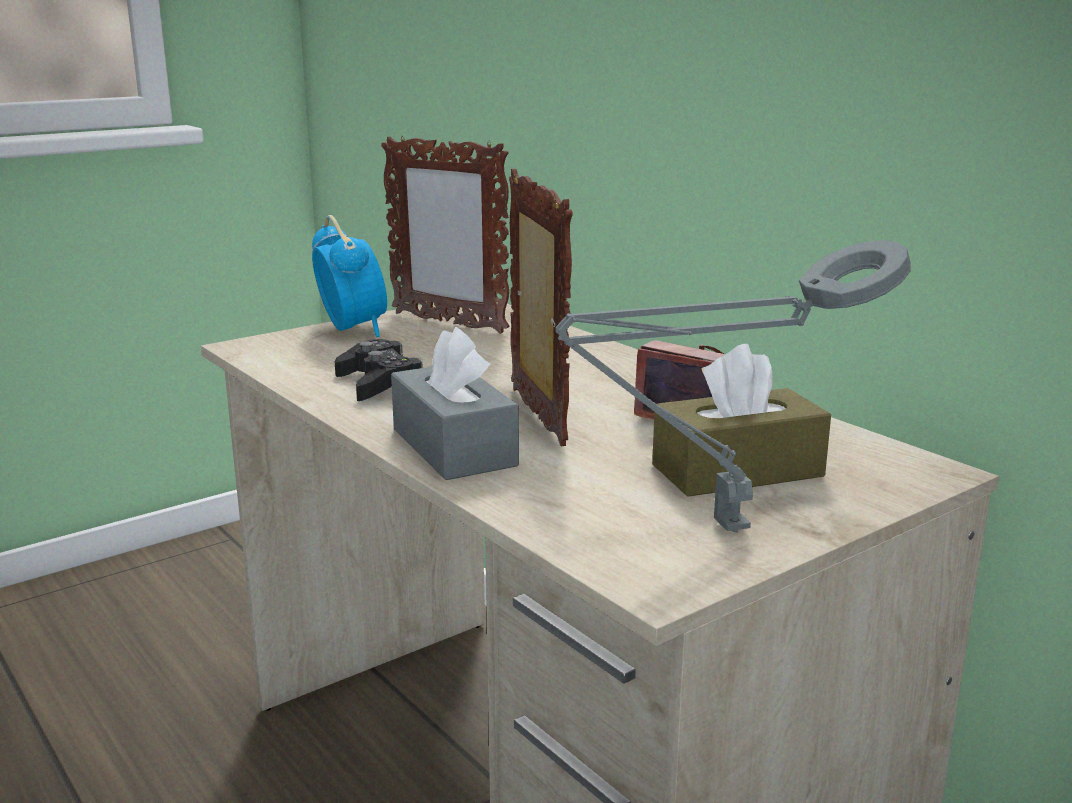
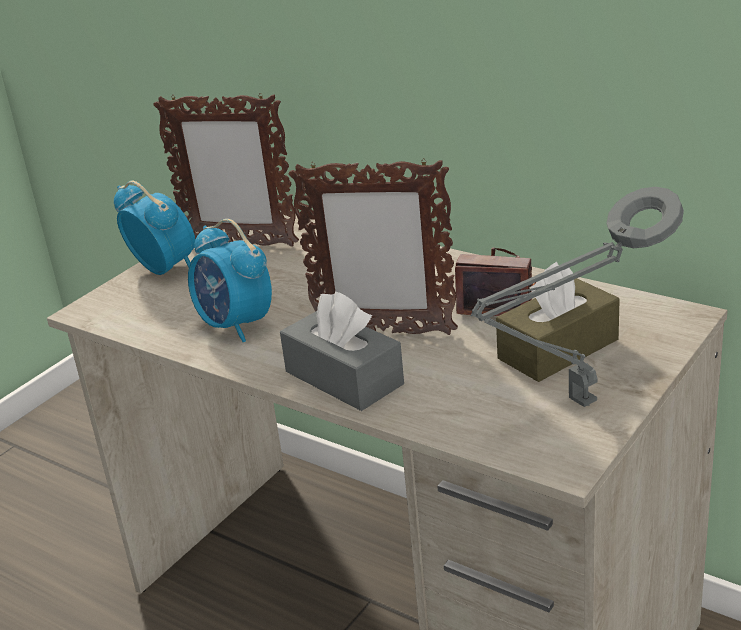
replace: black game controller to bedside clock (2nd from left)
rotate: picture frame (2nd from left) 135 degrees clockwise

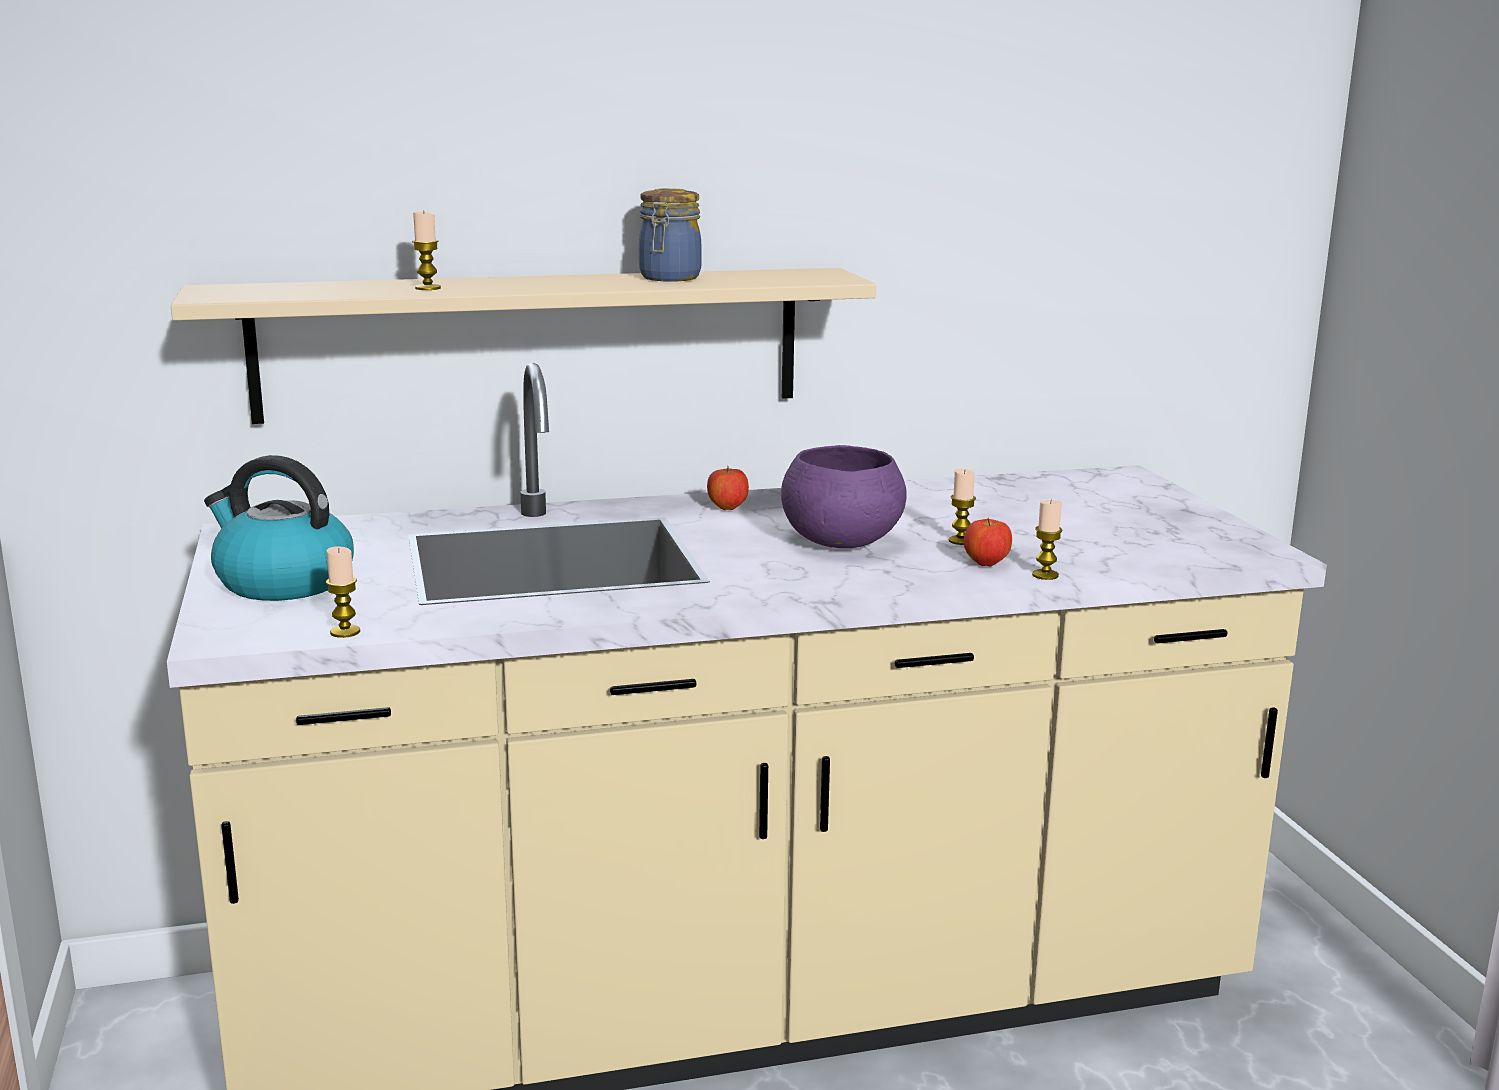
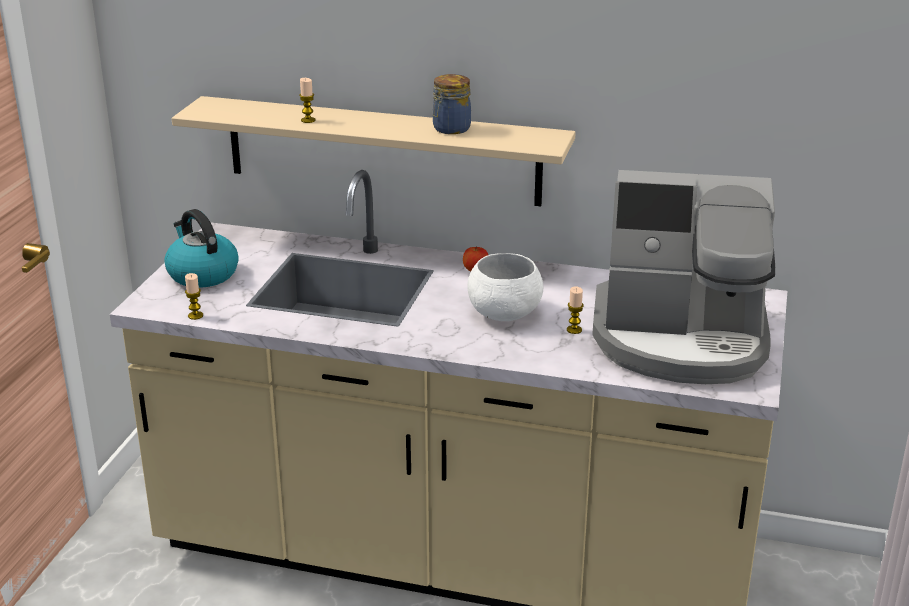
delete: apple (2nd from left); wax light (4th from left)
insert: coffee maker
recolor: purplish bowl to white bowl

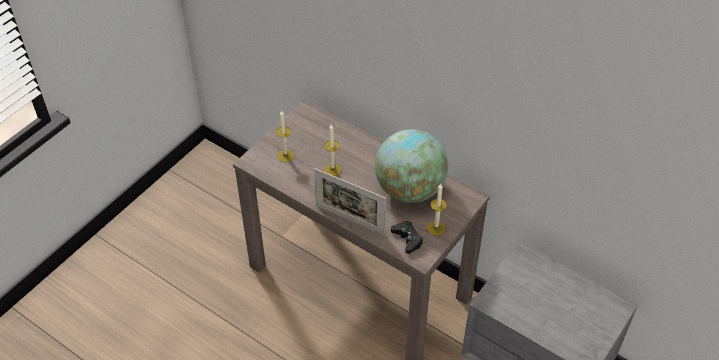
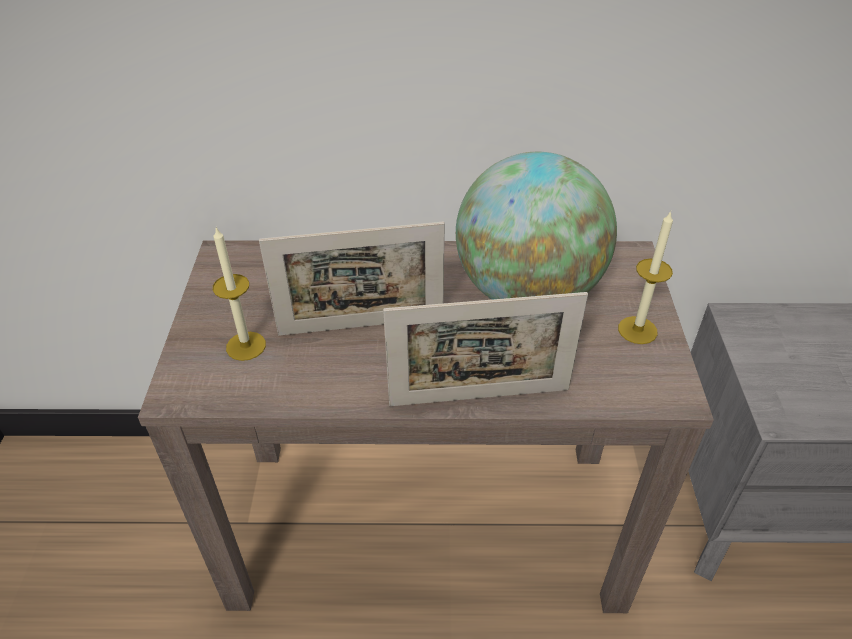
delete: black game controller
replace: wax light (2nd from left) to picture frame (1st from left)

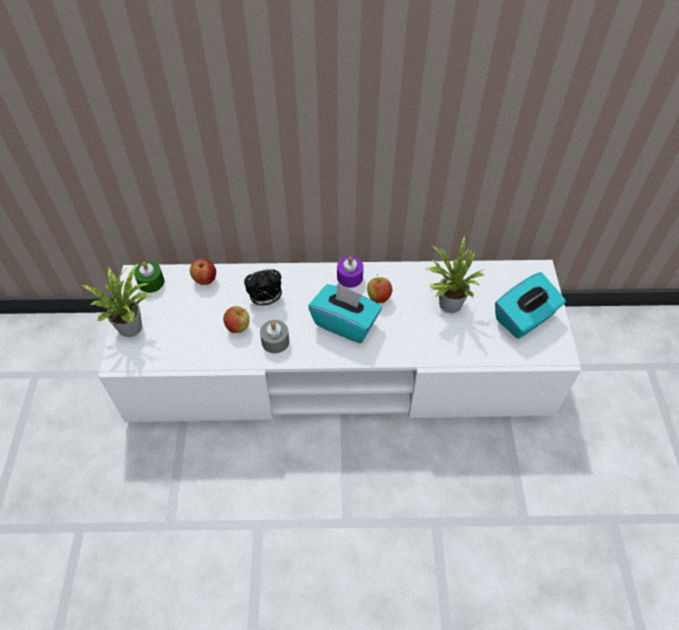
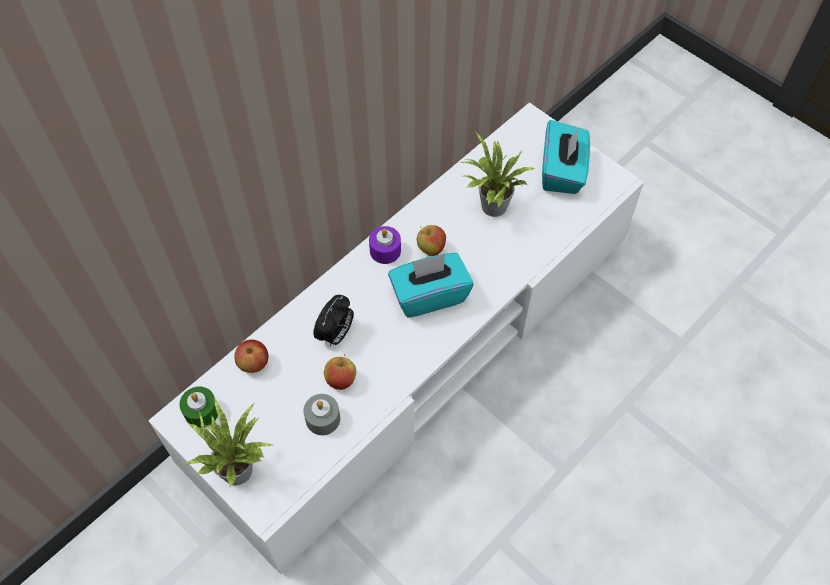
move: gray wax light

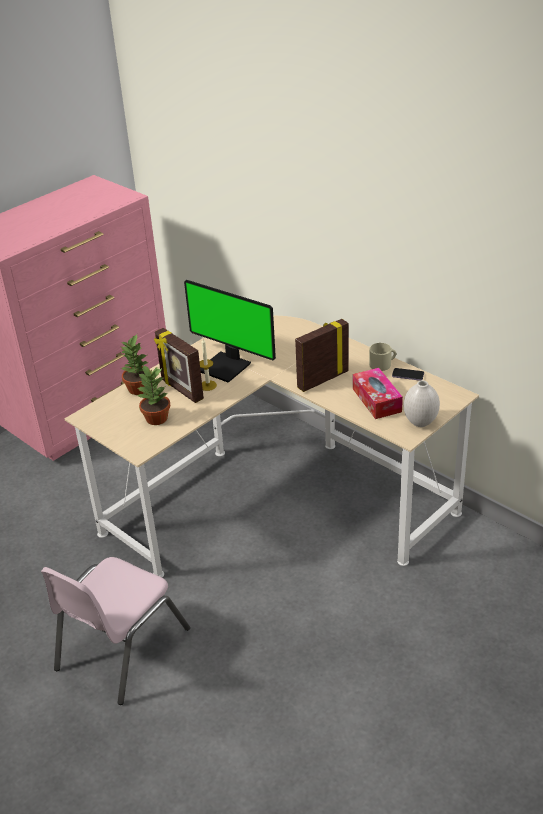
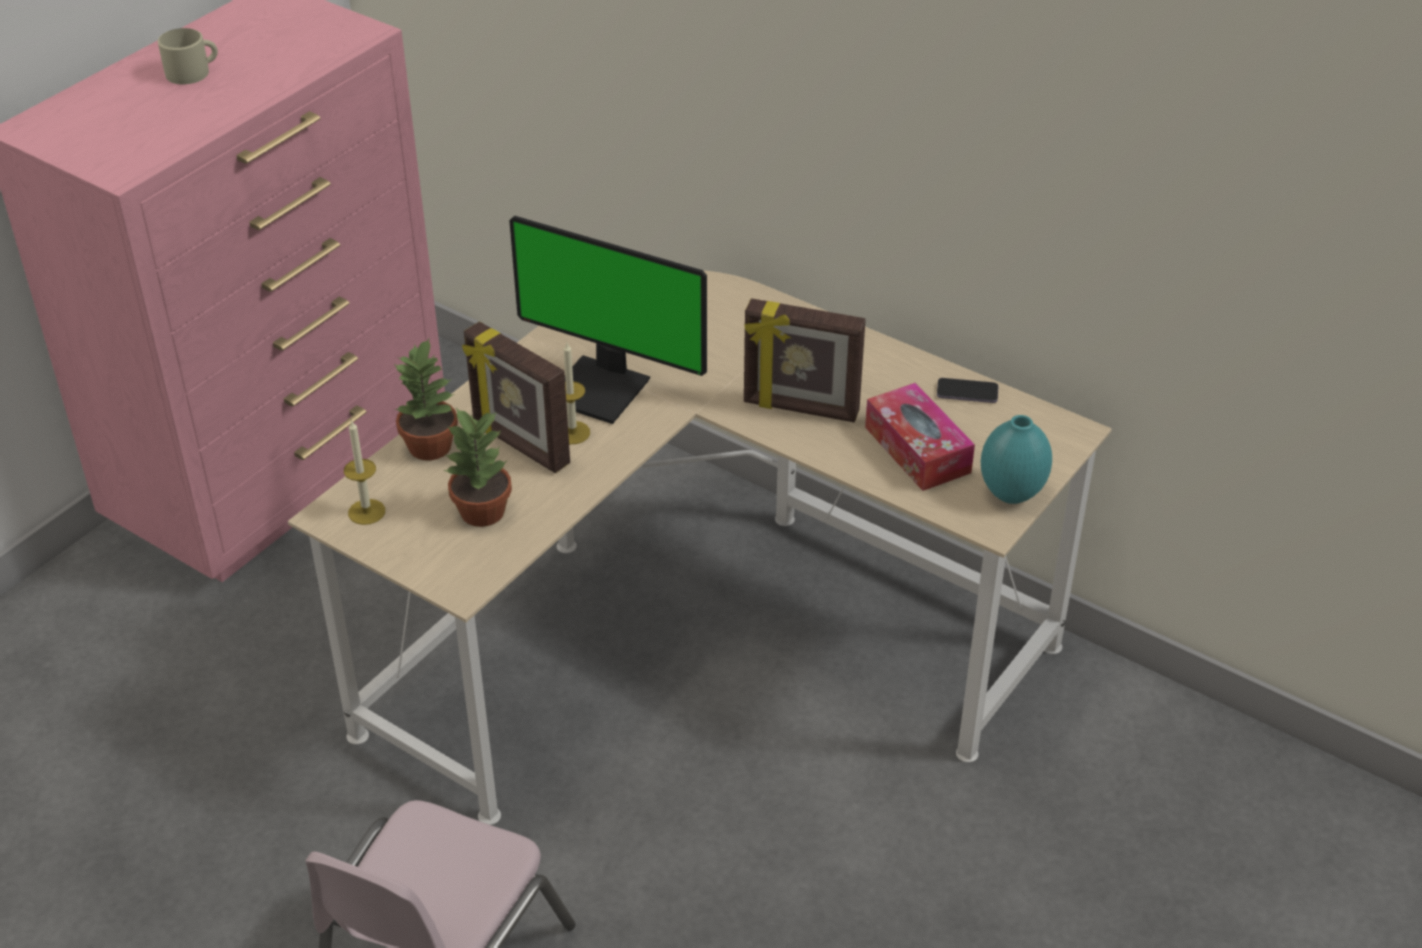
insert: wax light (1st from left)
move: beige mug
recolor: white vase to blue-green vase
rotate: picture frame (2nd from left) 120 degrees counterclockwise

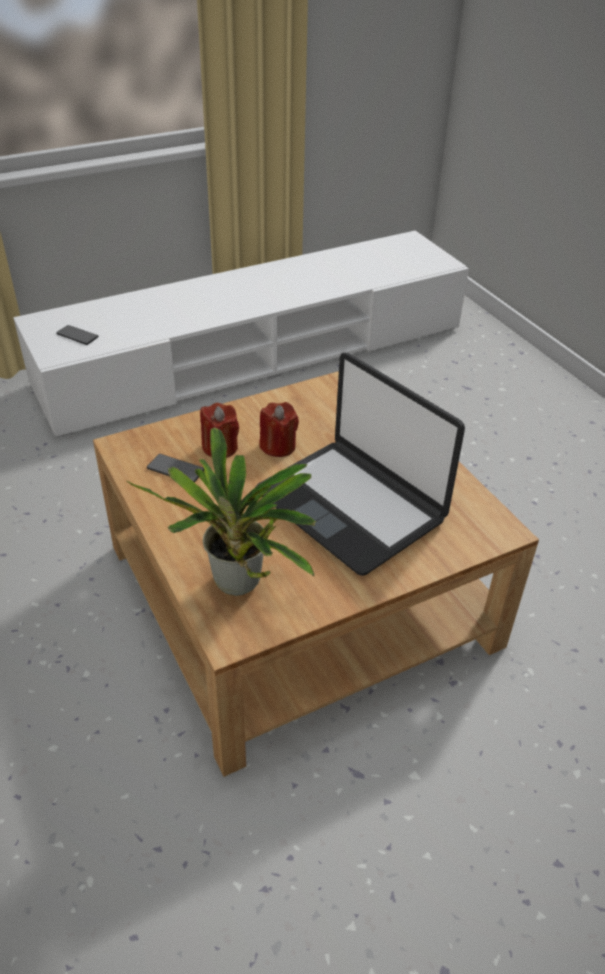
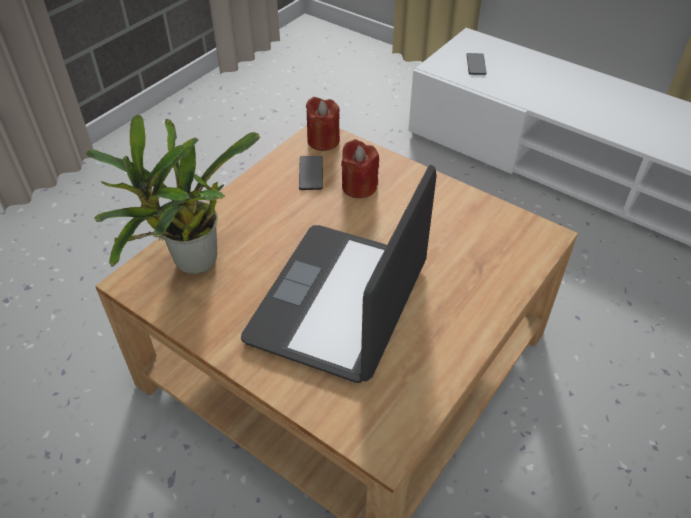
move: red wax light (2nd from left in the first image) to red wax light (1st from left)

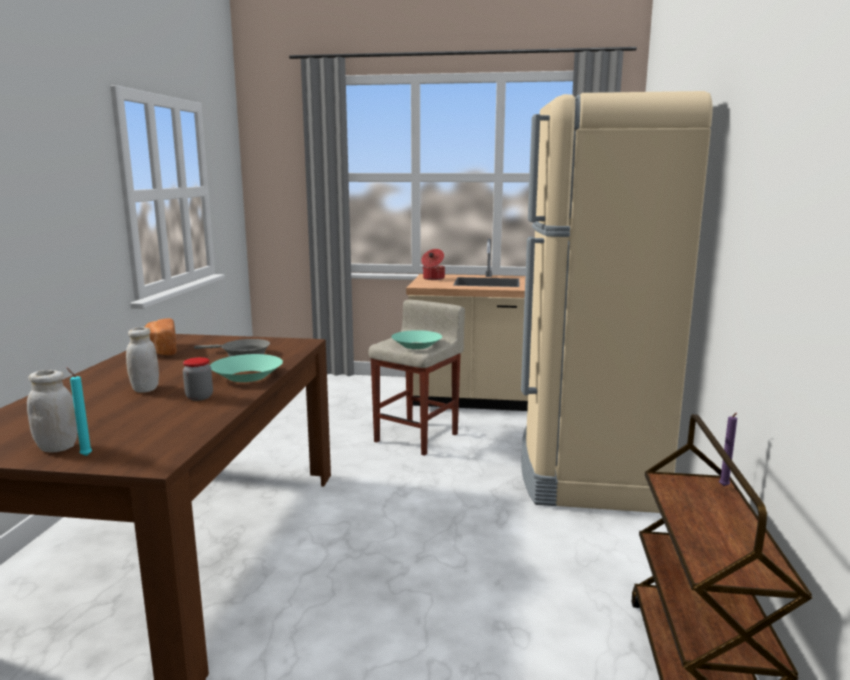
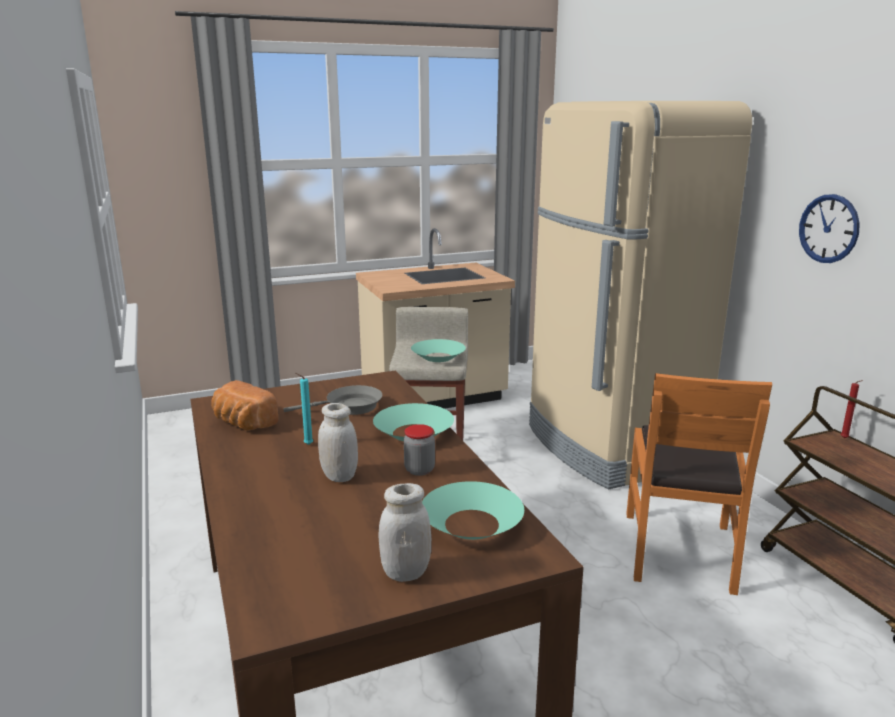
delete: saucepot
insert: blue-green bowl (3rd from left); orange plain chair; wall clock
move: blue-green wax light
recolor: purplish wax light to red wax light

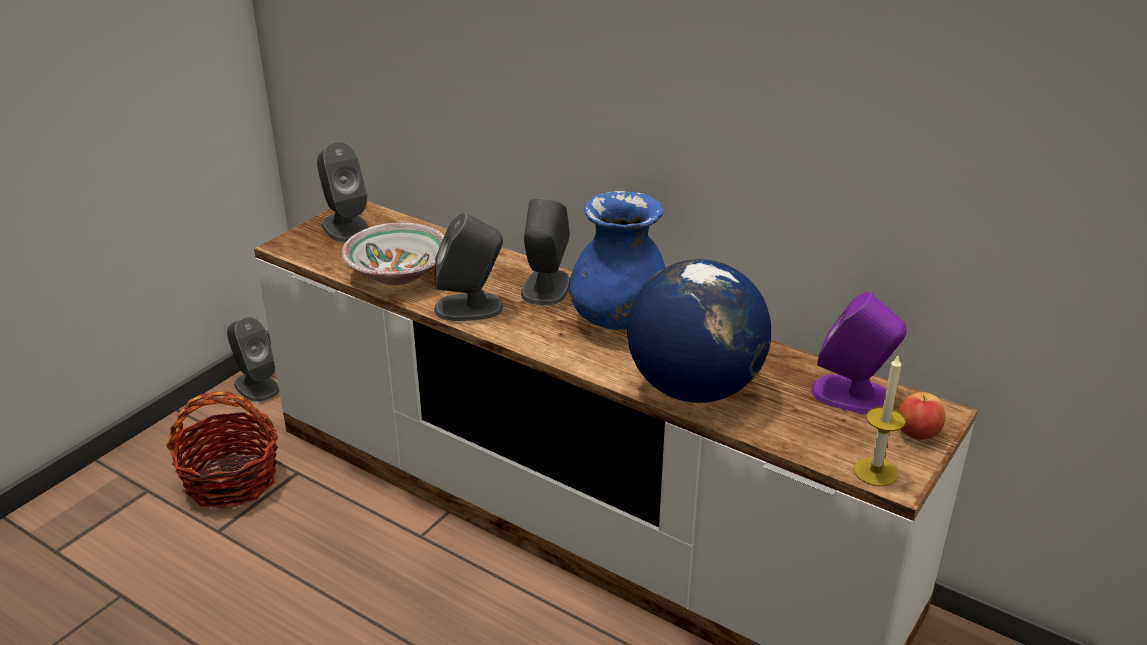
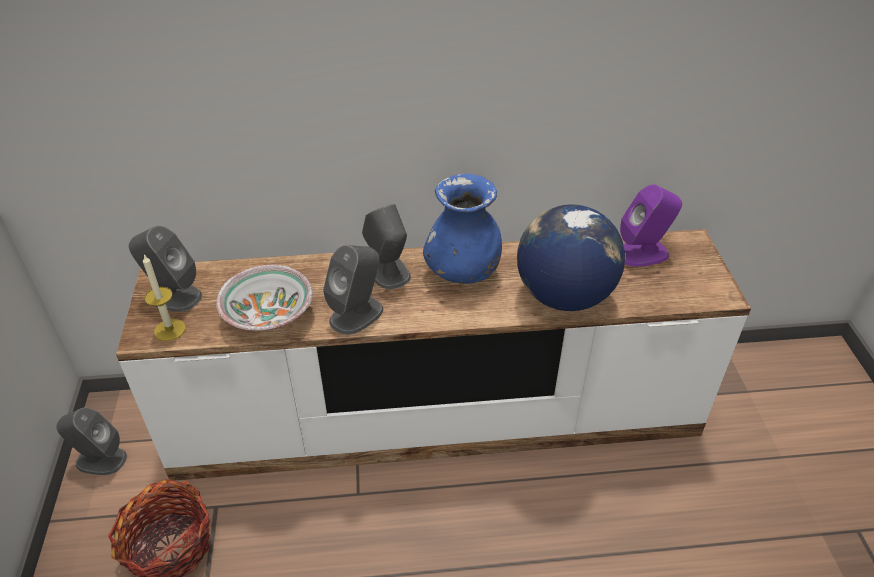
delete: apple
move: wax light

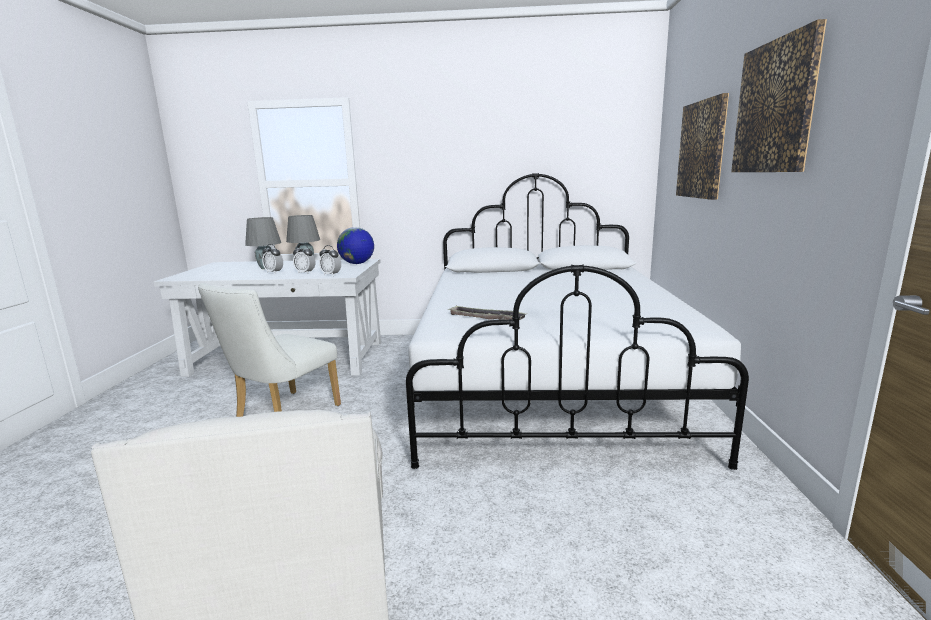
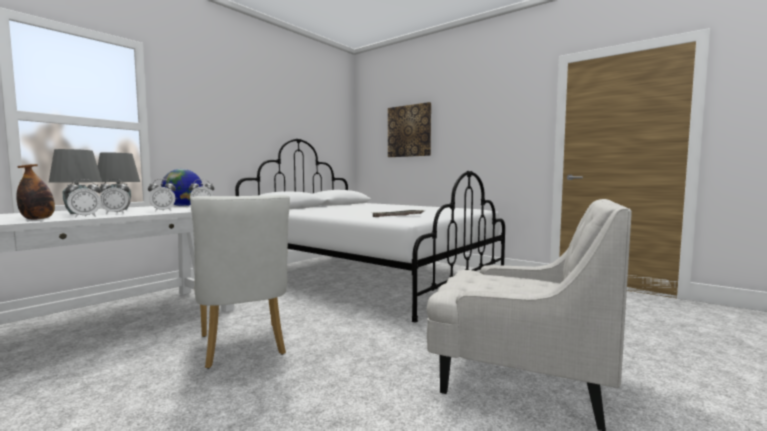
delete: wall art (2nd from left)
insert: beverage bottle; bedside clock (1st from left)

